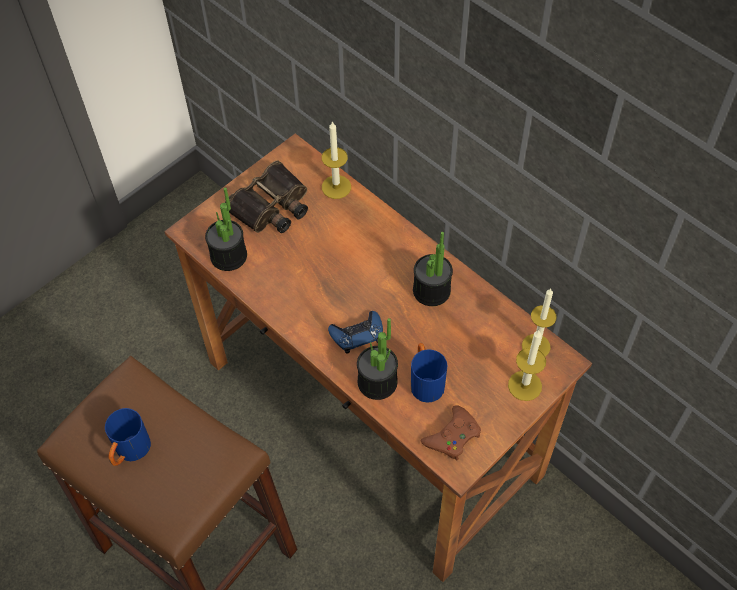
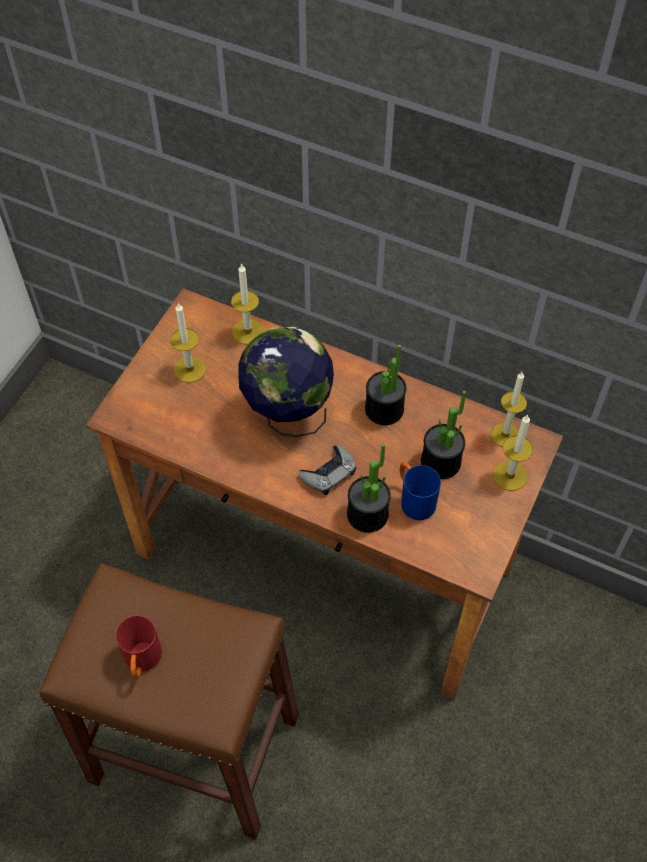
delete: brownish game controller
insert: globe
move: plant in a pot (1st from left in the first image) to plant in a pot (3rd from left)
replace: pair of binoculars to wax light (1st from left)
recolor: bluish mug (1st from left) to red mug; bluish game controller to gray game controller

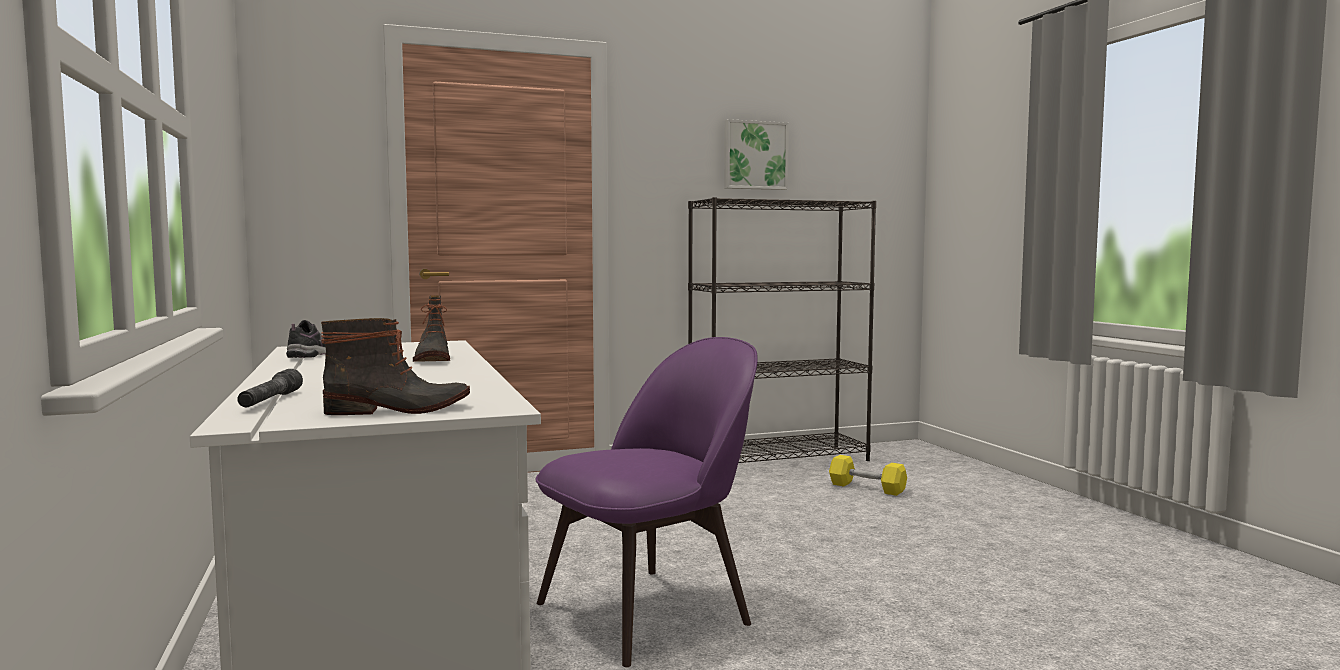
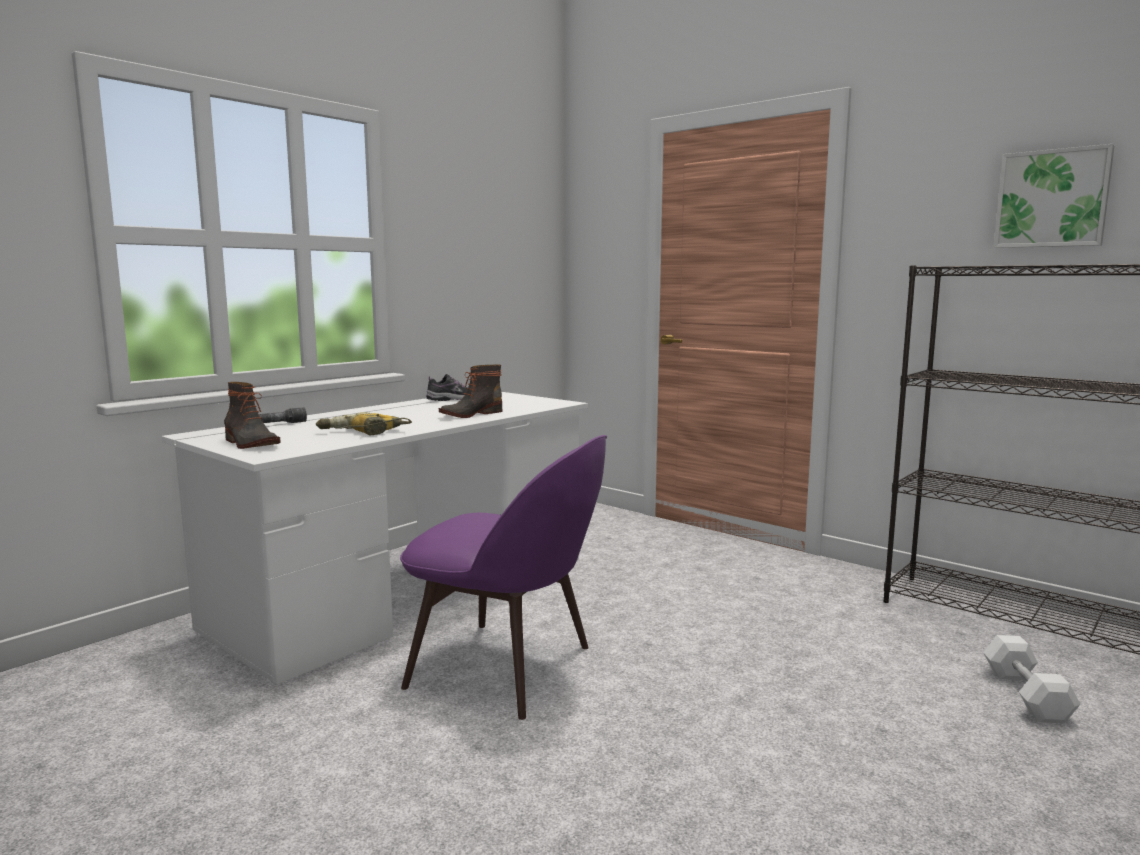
insert: power drill
recolor: yellow-coloured hand weight to white hand weight

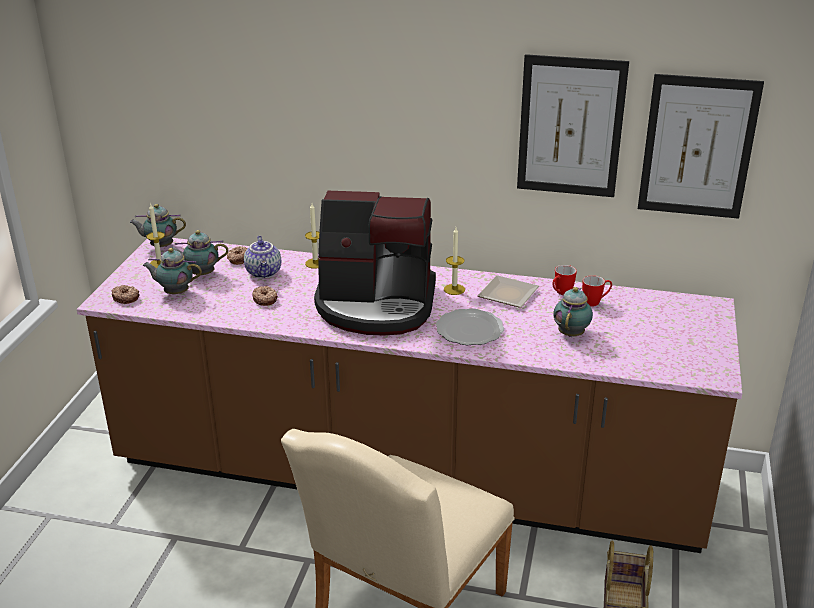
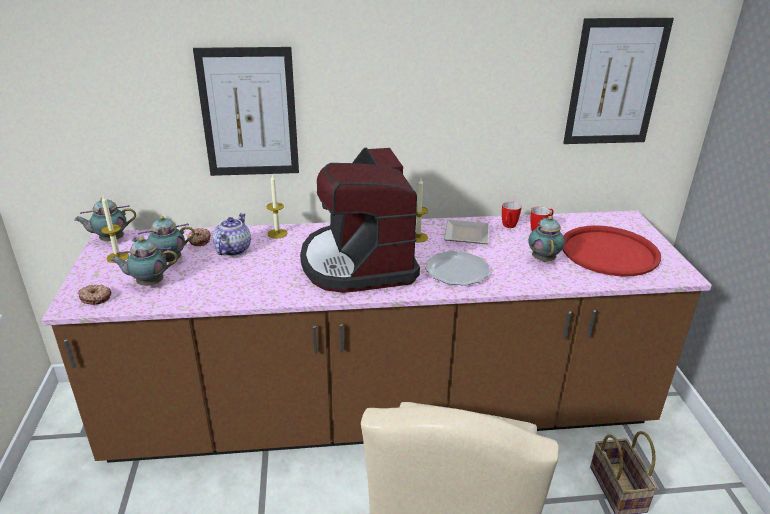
delete: ring doughnut (3rd from left)
insert: red carrying tray
move: wall art (1st from left)
rotate: pot for tea (4th from left) 135 degrees counterclockwise; coffee maker 90 degrees clockwise

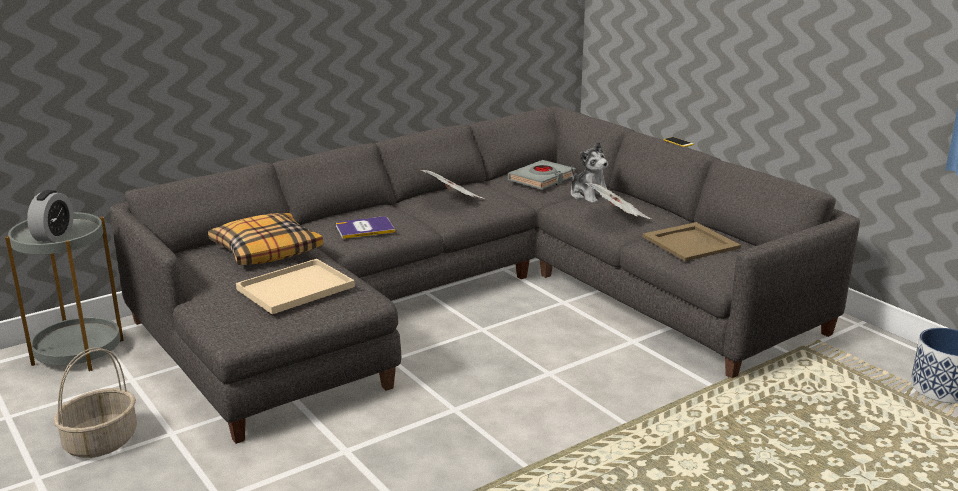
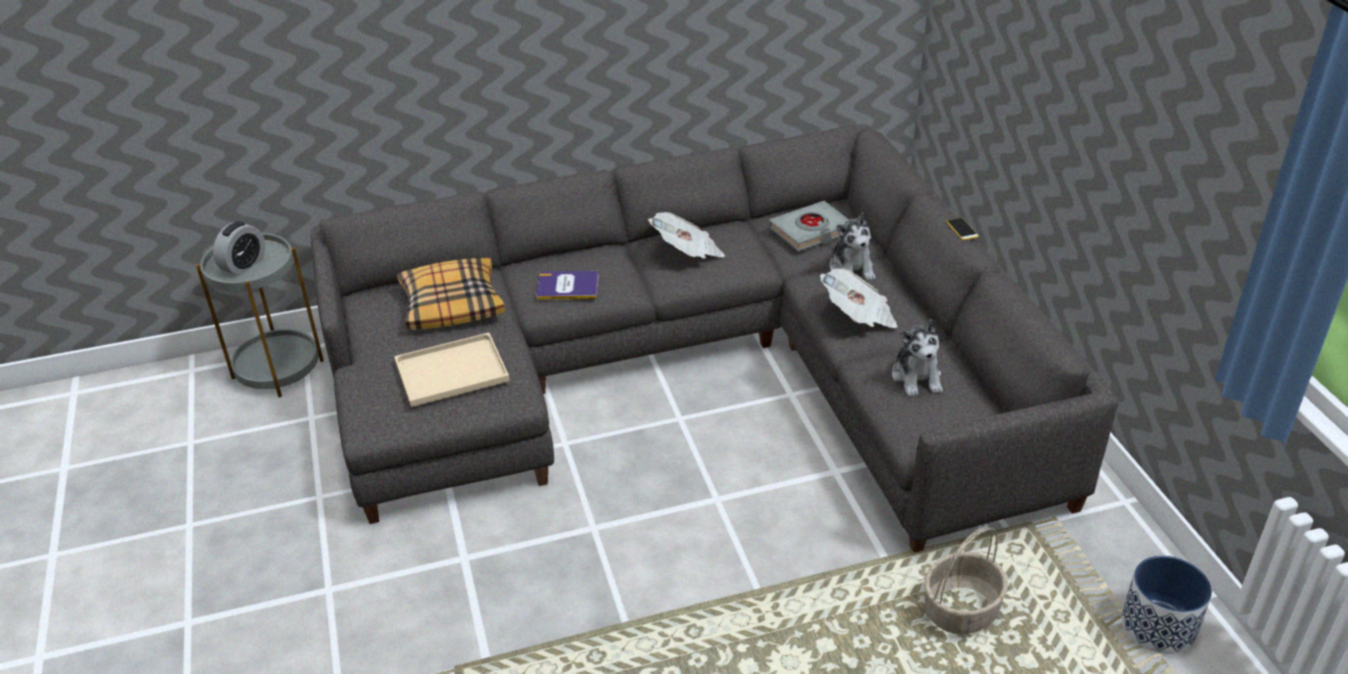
move: storage basket
replace: beige carrying tray (2nd from left) to plush toy (2nd from left)

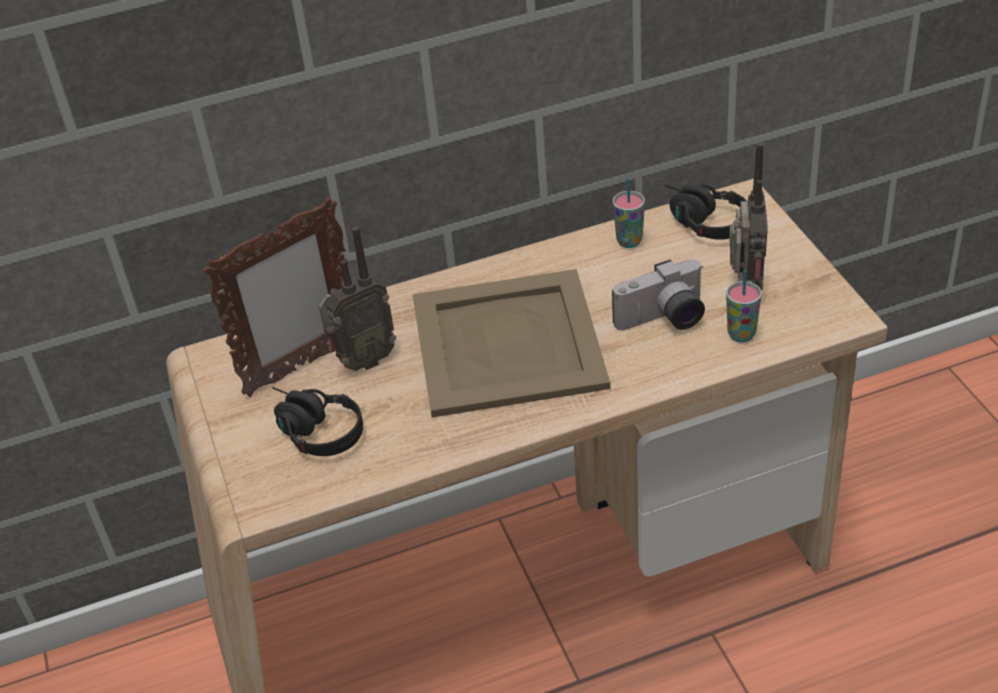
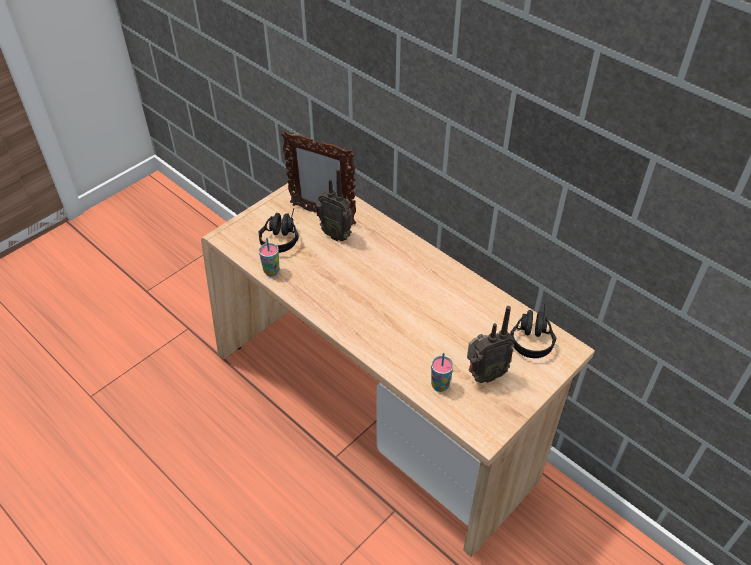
delete: beige carrying tray; photo camera
move: small cup (1st from left)

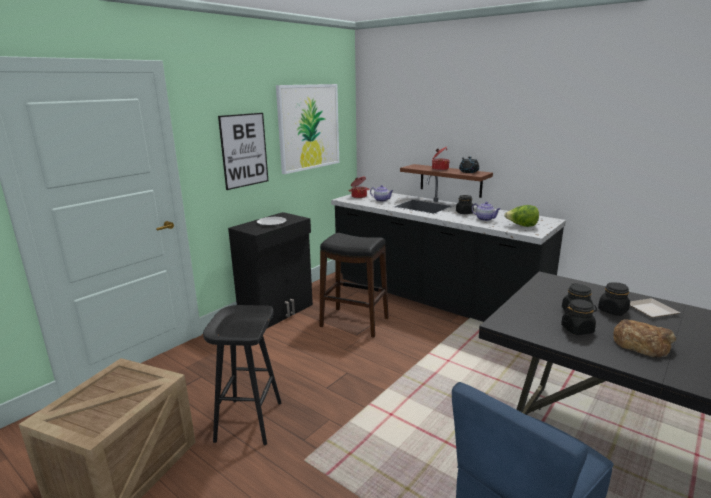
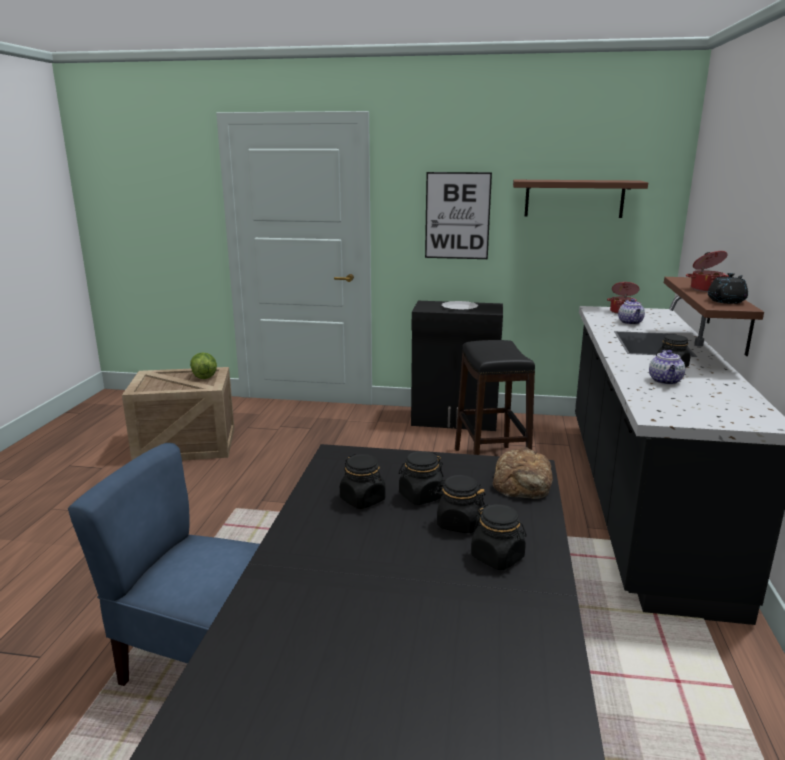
delete: black sitting stool (1st from left)
move: head of lettuce; baked bread
replace: wall art (2nd from left) to brownish bracket shelf (1st from left); flat dish (2nd from left) to black preserve jar (4th from left)

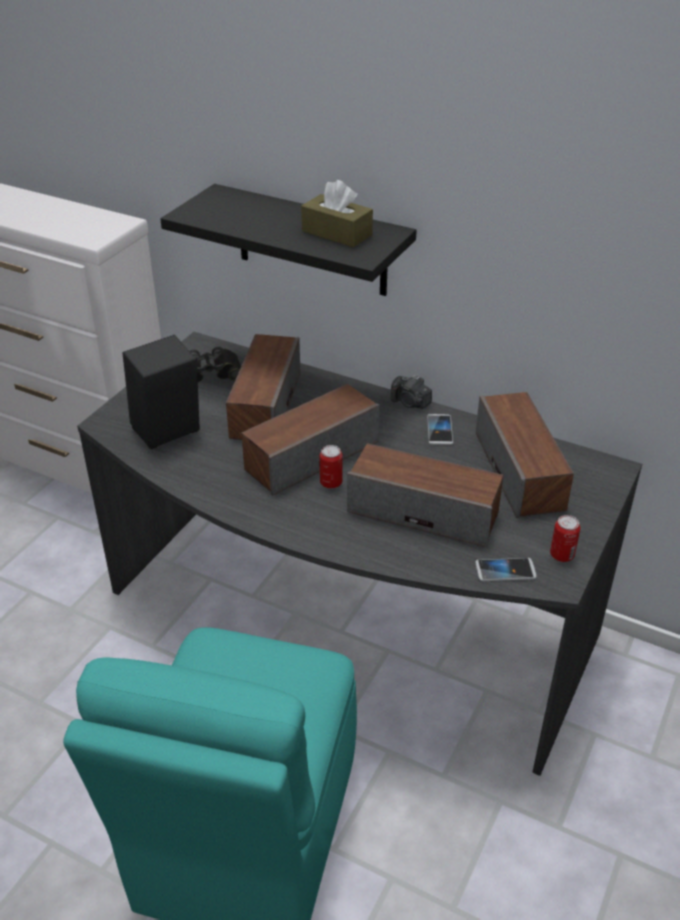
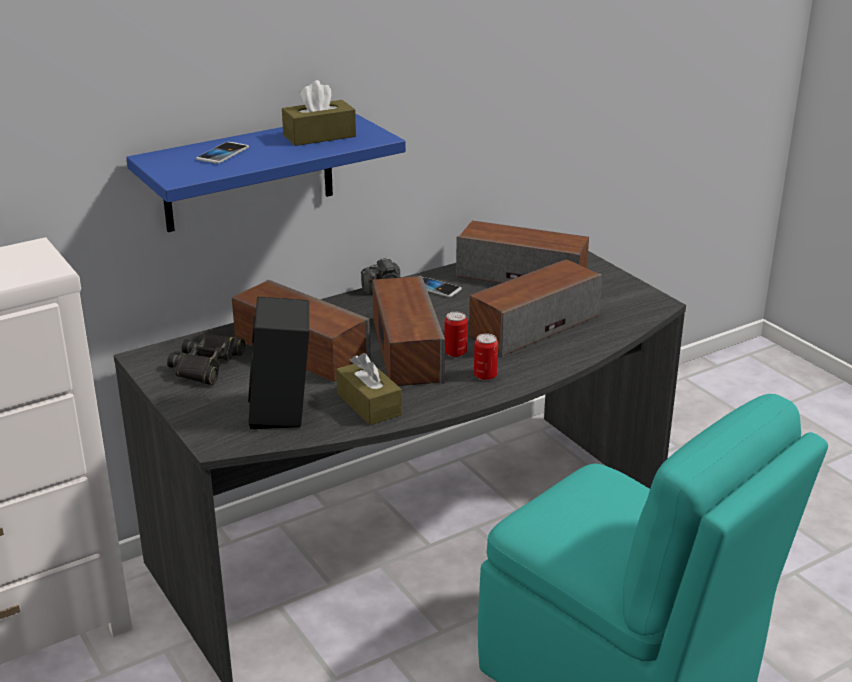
insert: brownish tissue holder (2nd from left)
move: telephone (2nd from left in the first image) to telephone (1st from left); metal can (2nd from left)
recolor: black bracket shelf to bluish bracket shelf

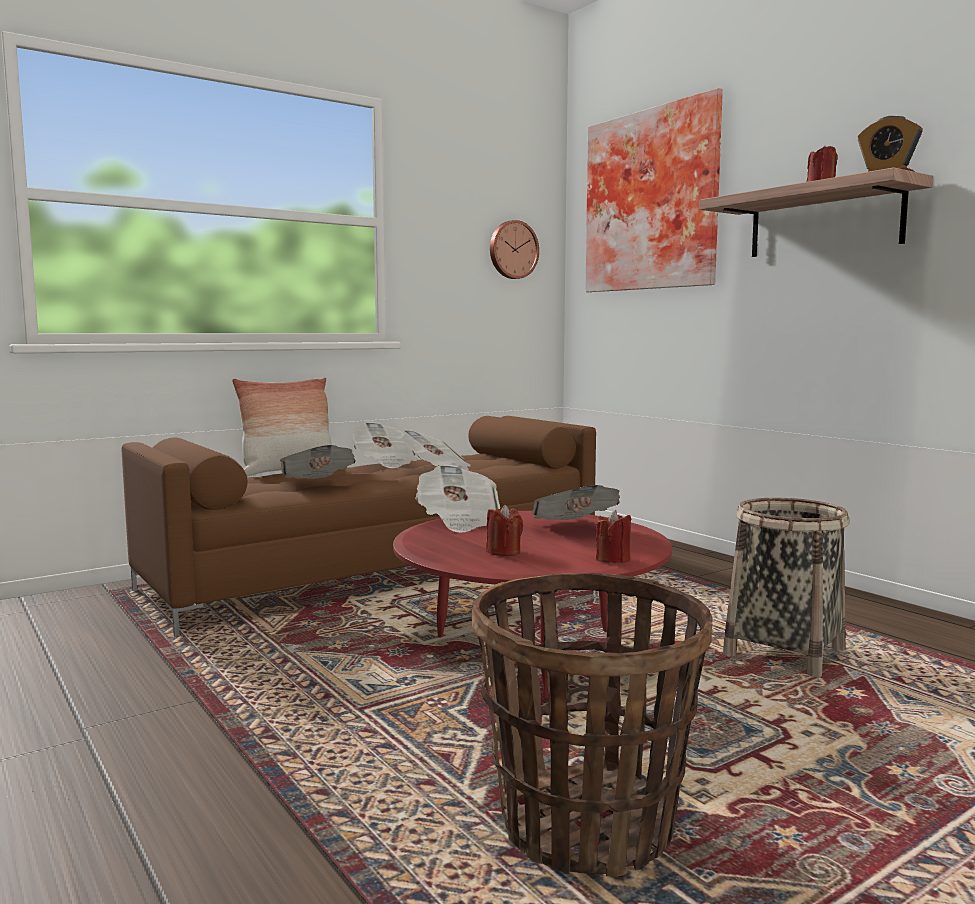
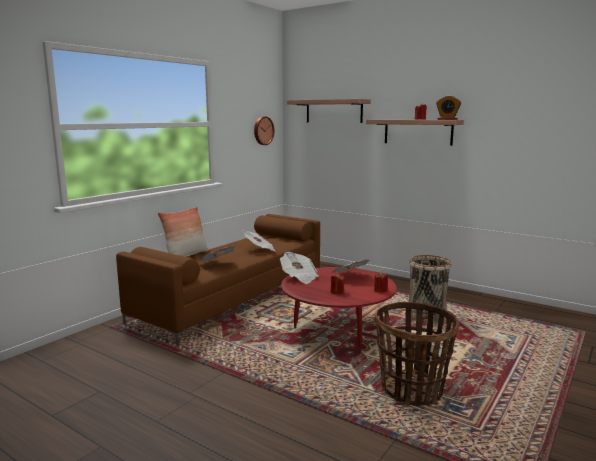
delete: daily paper (2nd from left)
replace: wall art to bracket shelf (1st from left)

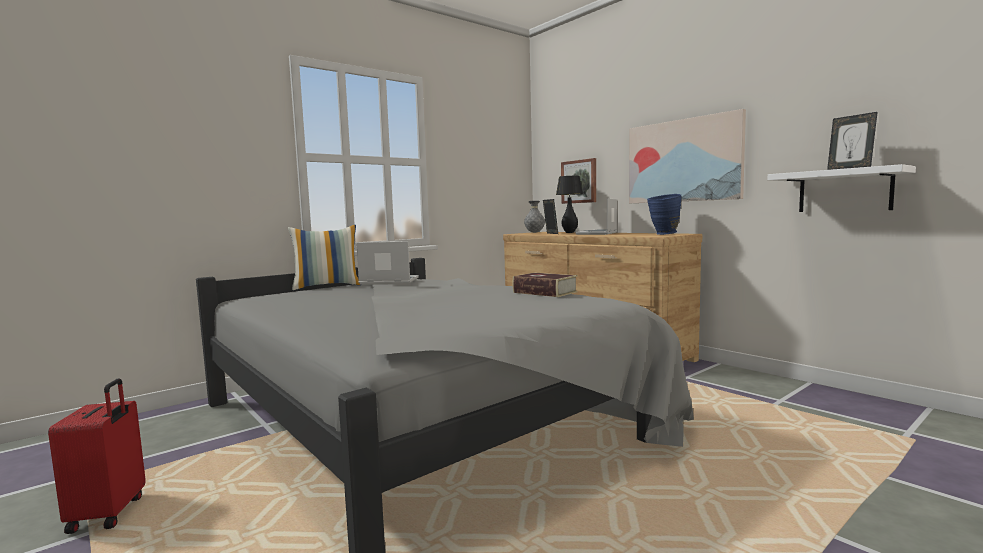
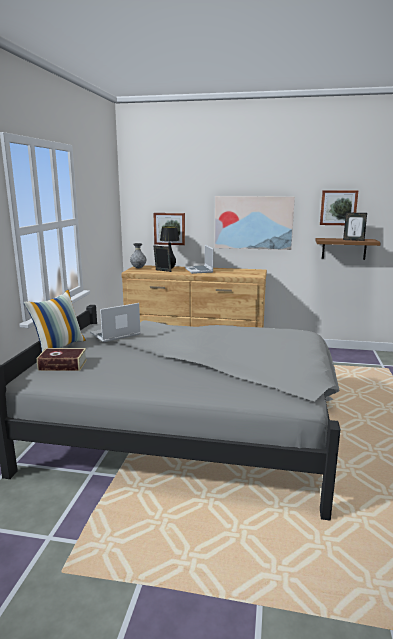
delete: red travel case; bluish vase
insert: wall art (3rd from left)
move: volume
recolor: white bracket shelf to brownish bracket shelf

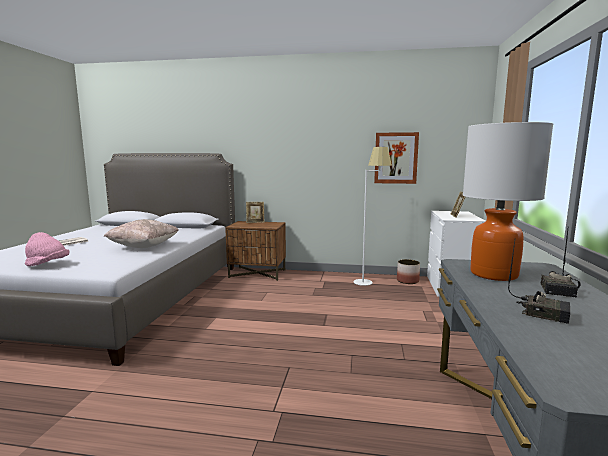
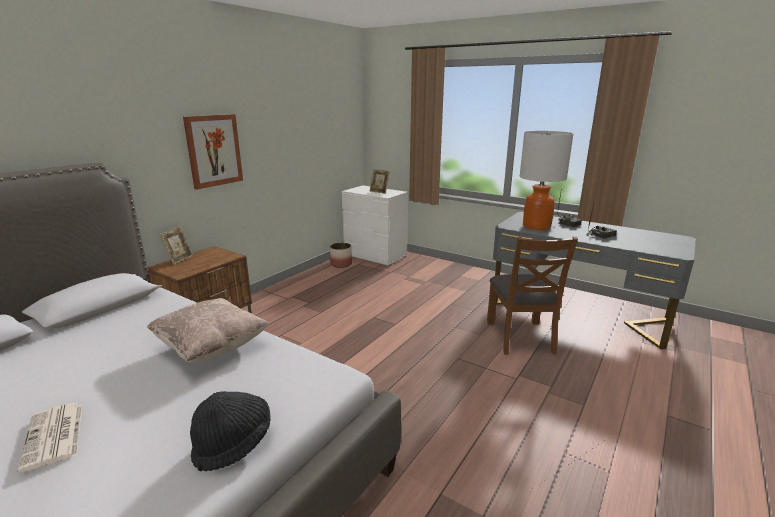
delete: white standard lamp
insert: brownish plain chair
move: wall art
recolor: pink clothing hat to black clothing hat

